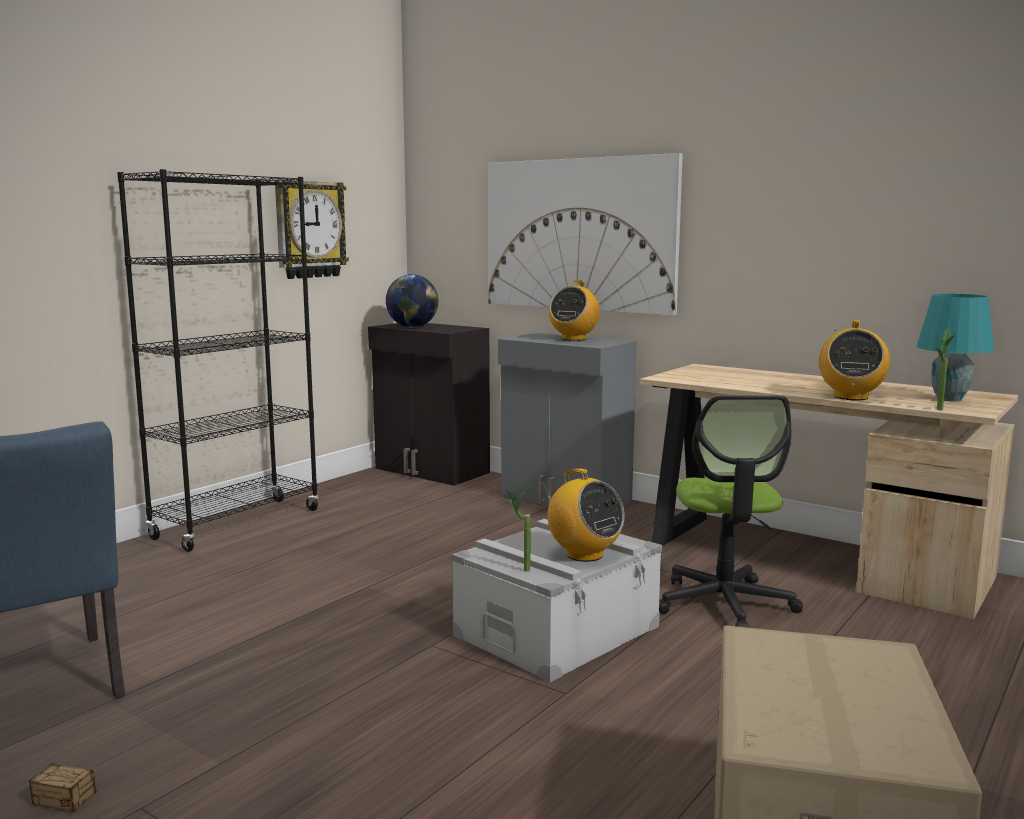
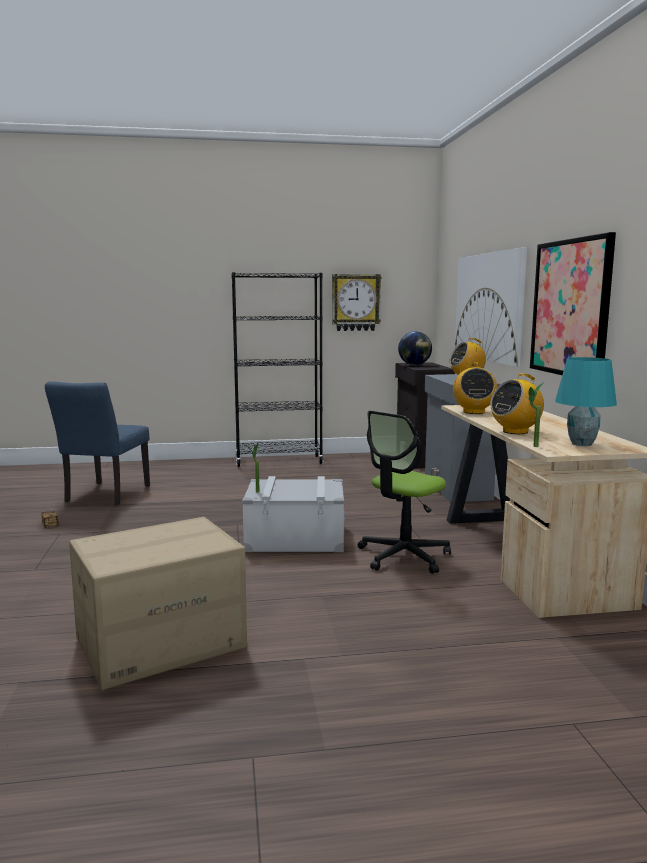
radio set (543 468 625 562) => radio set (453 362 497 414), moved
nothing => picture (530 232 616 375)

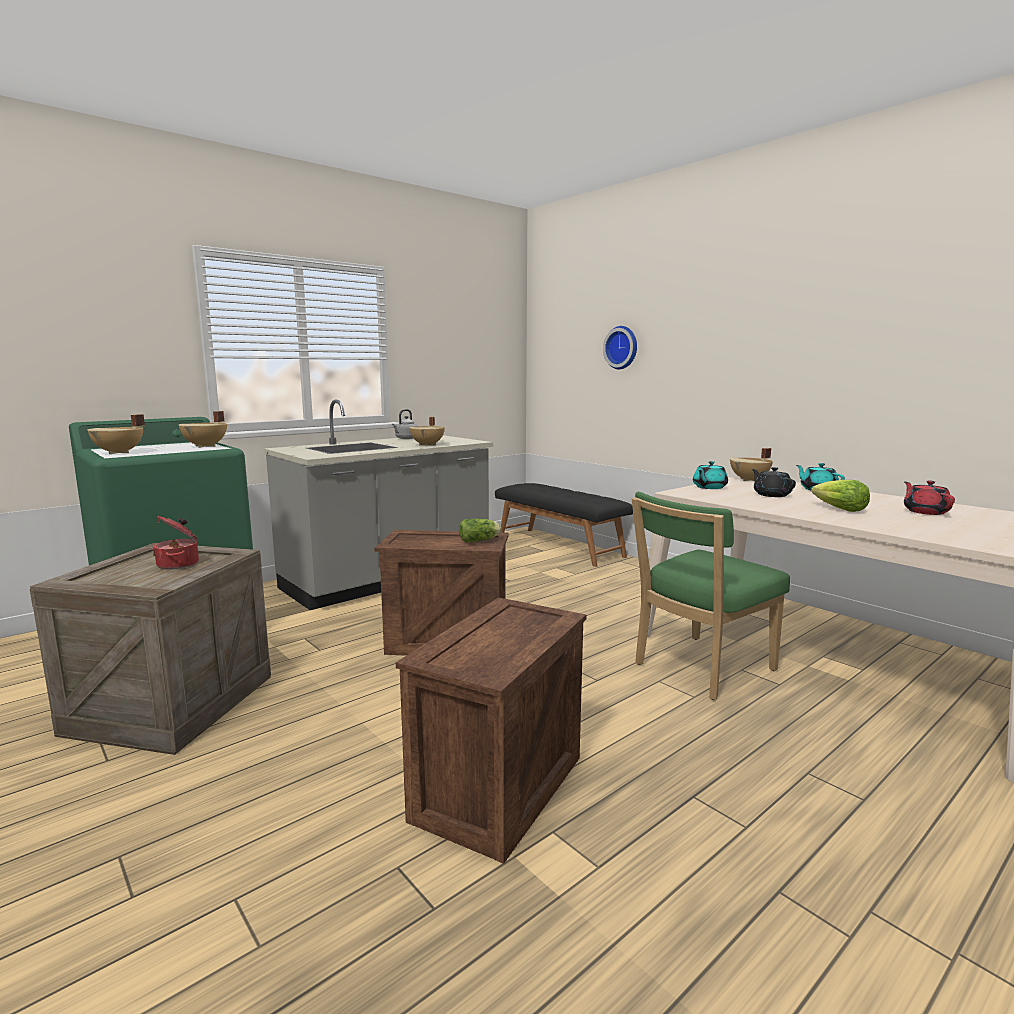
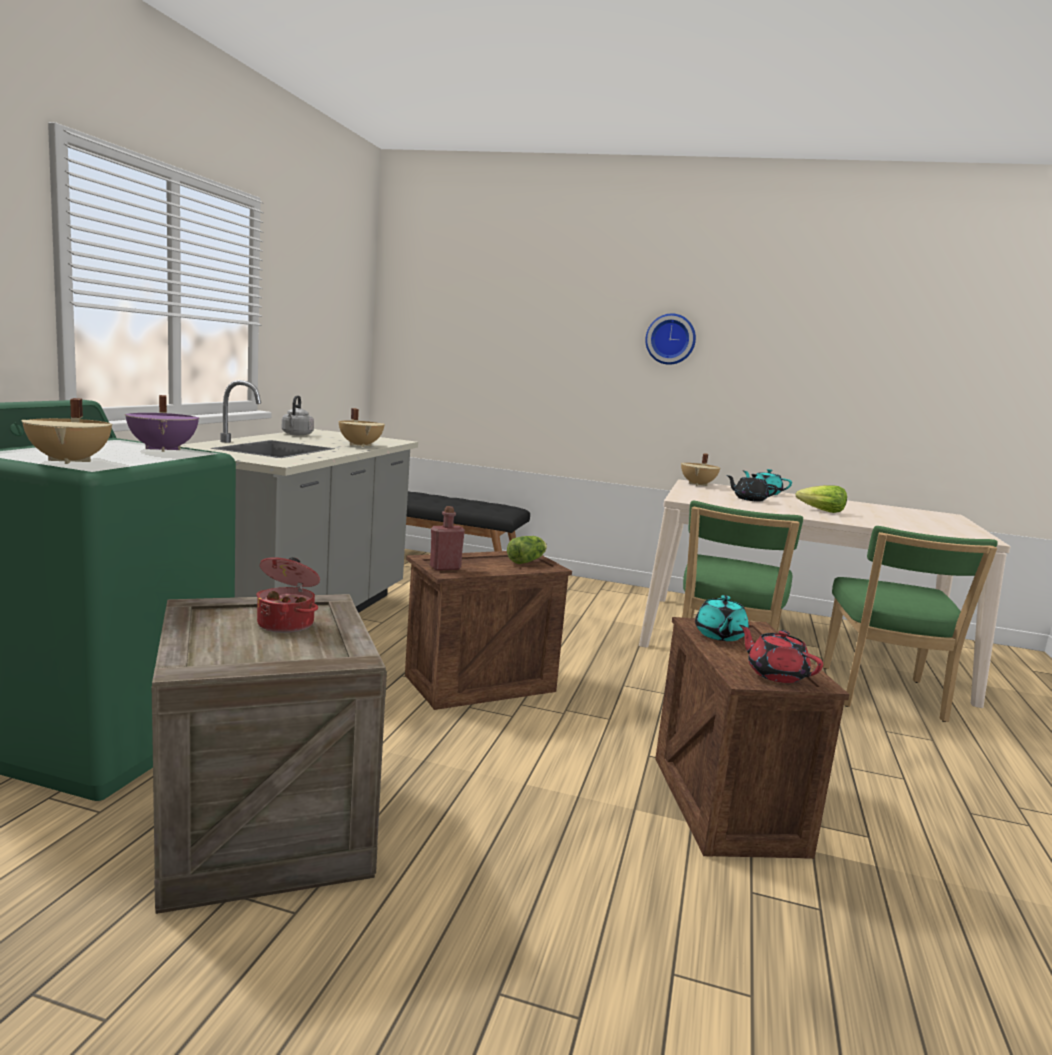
stockpot (sand-coloured) (179 411 227 448) => stockpot (purple-coloured) (125 395 199 452)
nothing => drink bottle (reddish) (430 506 465 571)
hanging clock (603 326 637 369) => hanging clock (645 314 696 365), moved
tea pot (turquoise-coloured) (693 461 728 489) => tea pot (turquoise-coloured) (695 595 749 641), moved
tea pot (reddish) (904 481 955 515) => tea pot (reddish) (739 625 823 683), moved
nothing => chair (greenish) (823 526 998 722)

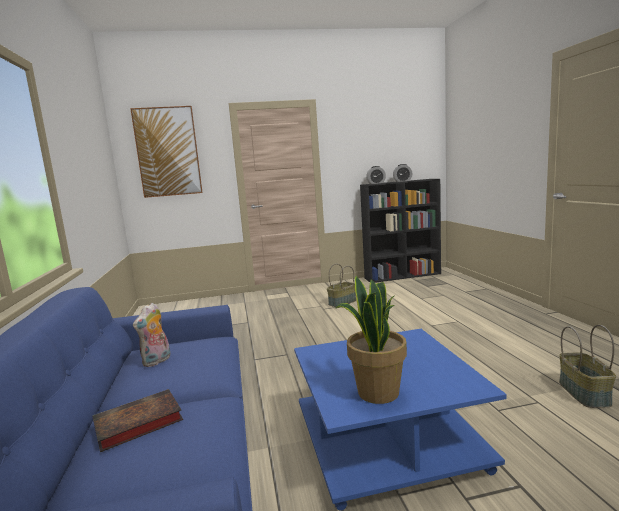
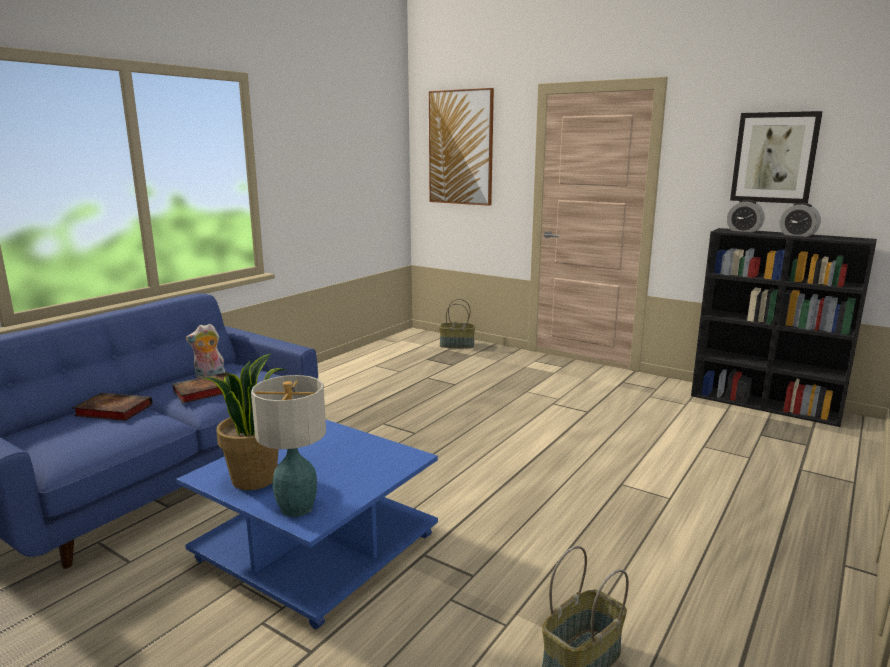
nothing => volume (172 372 229 403)
nothing => table lamp (251 375 326 517)
storage basket (327 264 356 307) => storage basket (439 299 475 349), moved
nothing => picture (730 111 823 204)

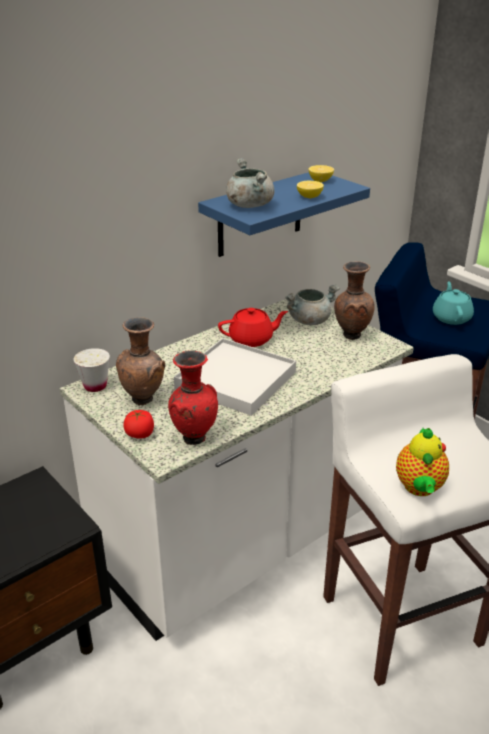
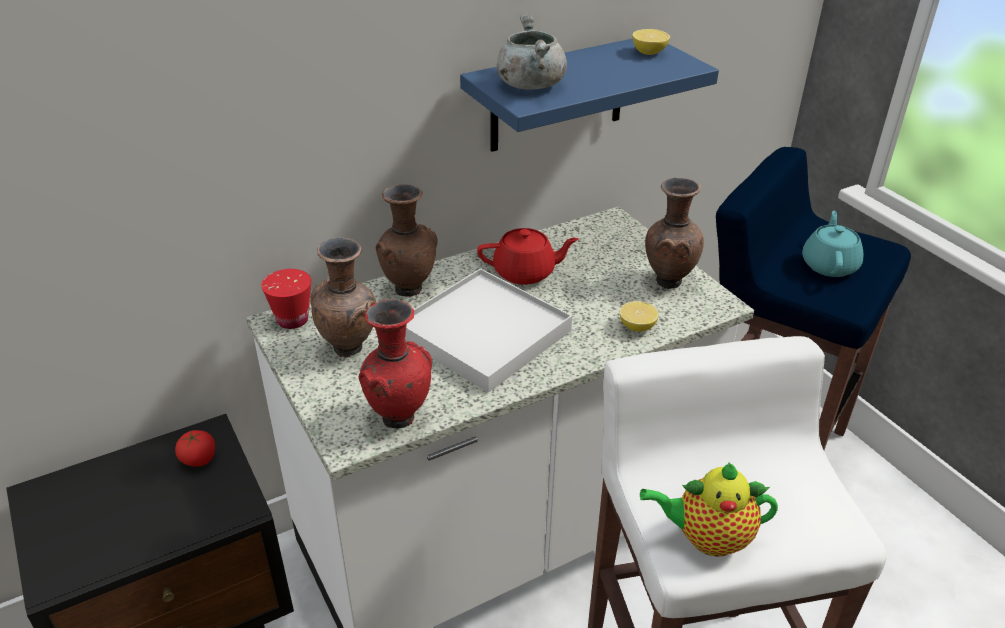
fresh tomato (123 410 154 438) => fresh tomato (175 430 215 467), moved
drinking cup (whitish) (73 348 110 392) => drinking cup (reddish) (261 269 311 329)
nothing => vase (brown-coloured) (376 184 437 297)
citrus fruit (297 181 324 198) => citrus fruit (619 301 659 332), moved
tea pot (396 428 449 496) => tea pot (640 462 778 557), 75 degrees clockwise
stockpot (gray) (285 284 340 325) => nothing

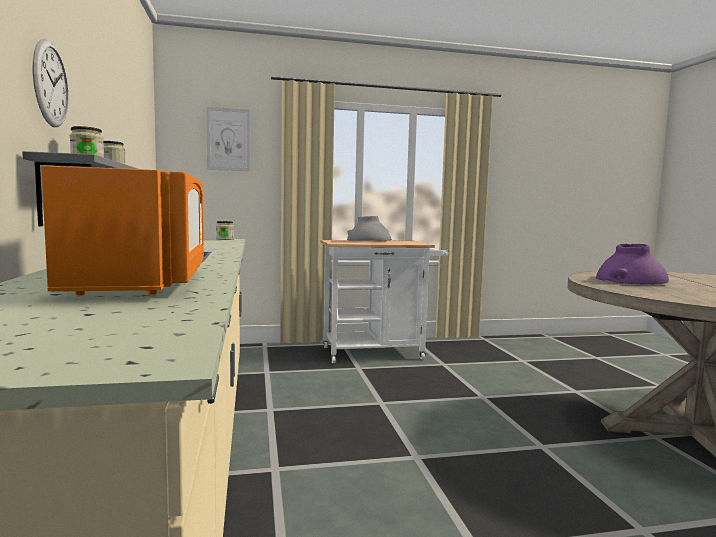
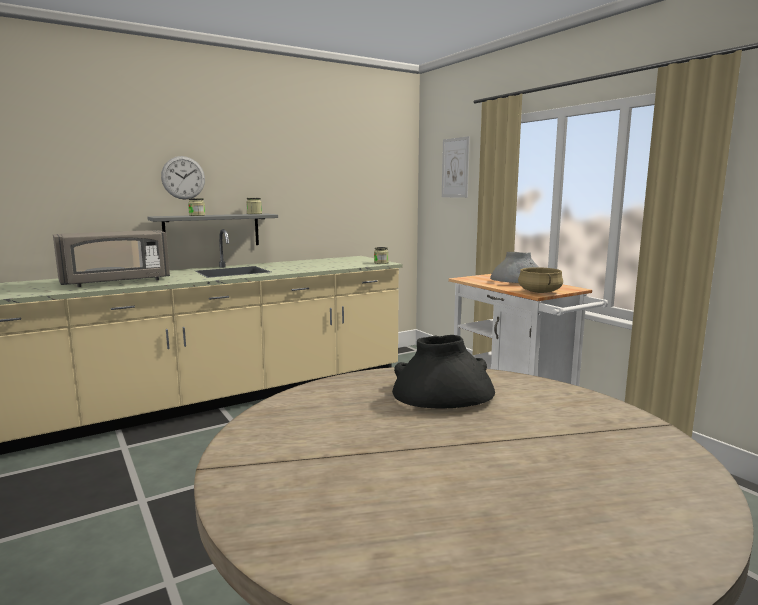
microwave (orange-coloured) (41 165 204 296) => microwave (gray) (53 230 170 287)
vase (purple-coloured) (596 244 669 285) => vase (blackish) (392 335 495 408)
nothing => stockpot (sand-coloured) (518 267 563 293)

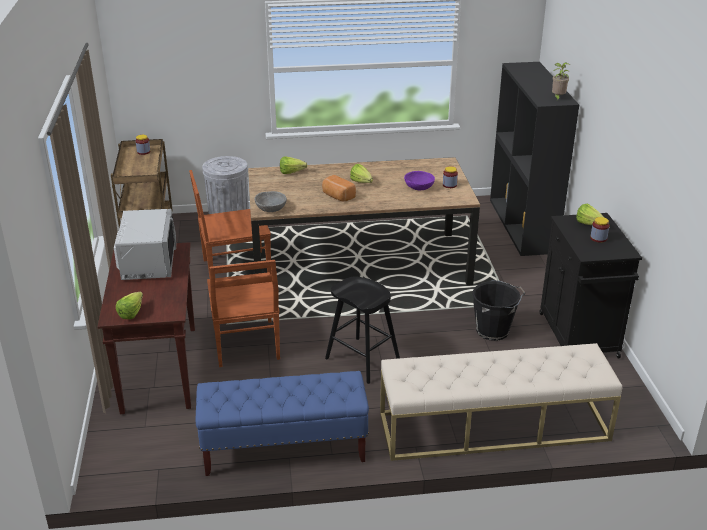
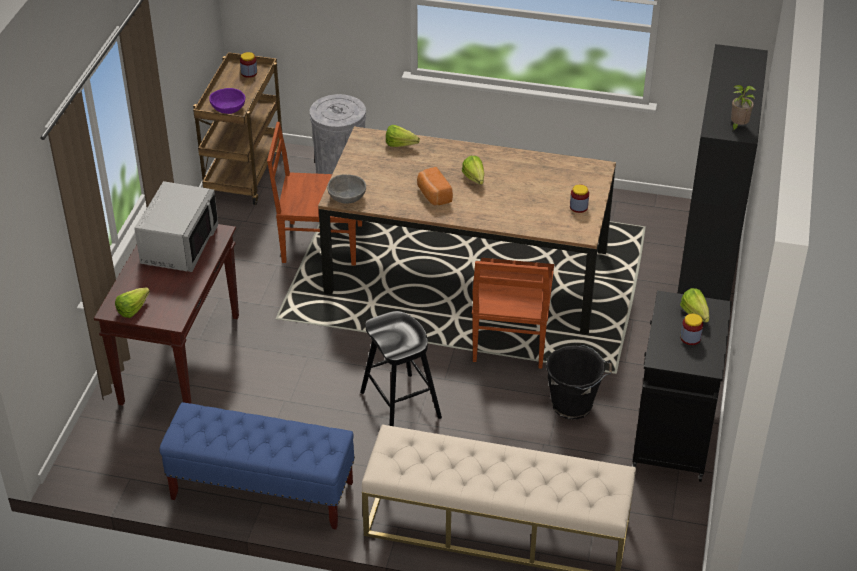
bowl (purple-coloured) (404 171 435 190) => bowl (purple-coloured) (209 88 245 114), moved
chair (brown-coloured) (207 260 280 367) => chair (brown-coloured) (472 258 554 369), moved

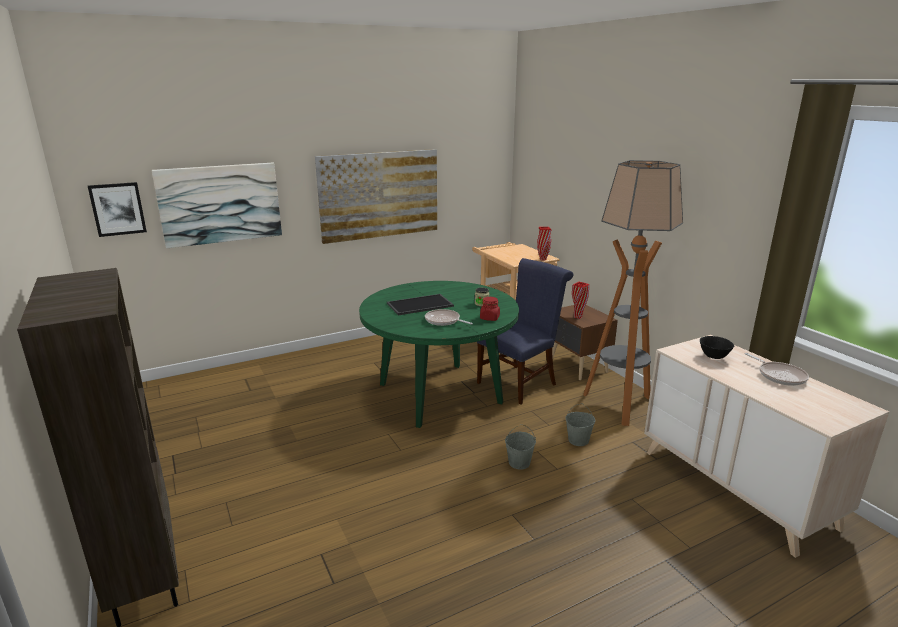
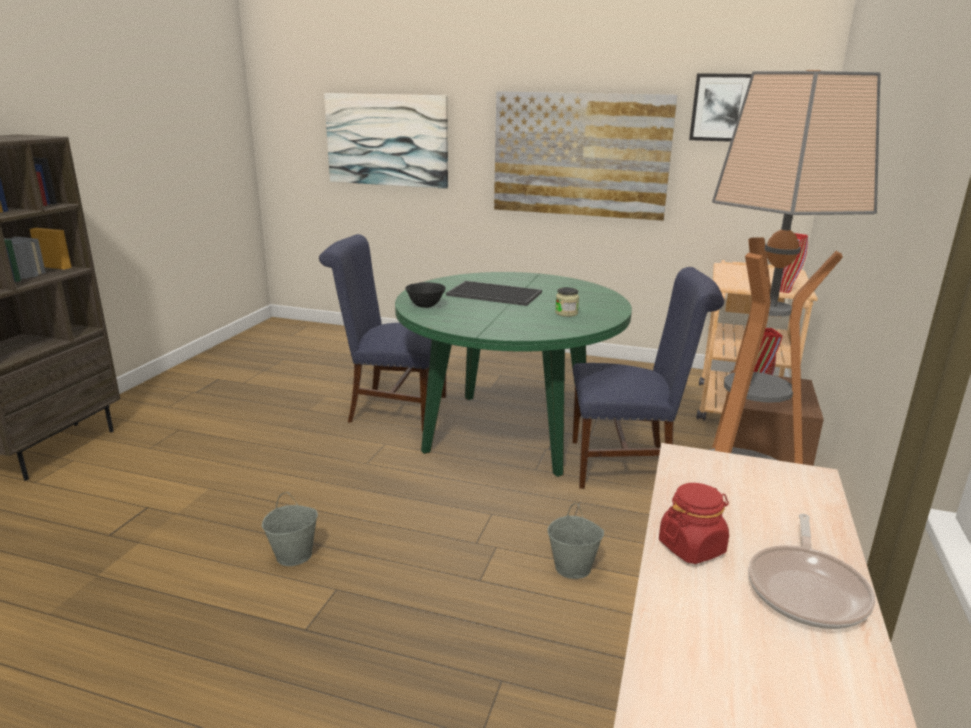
pail (gray) (505 424 536 470) => pail (gray) (262 492 318 566), moved
nothing => chair (blue-coloured) (319 234 446 431)
bowl (blackish) (700 336 734 359) => bowl (blackish) (405 282 446 308), moved
jar (reddish) (480 297 500 321) => jar (reddish) (659 483 729 564), moved
picture (88 182 147 237) => picture (689 73 752 142), moved
pan (425 309 473 326) => nothing

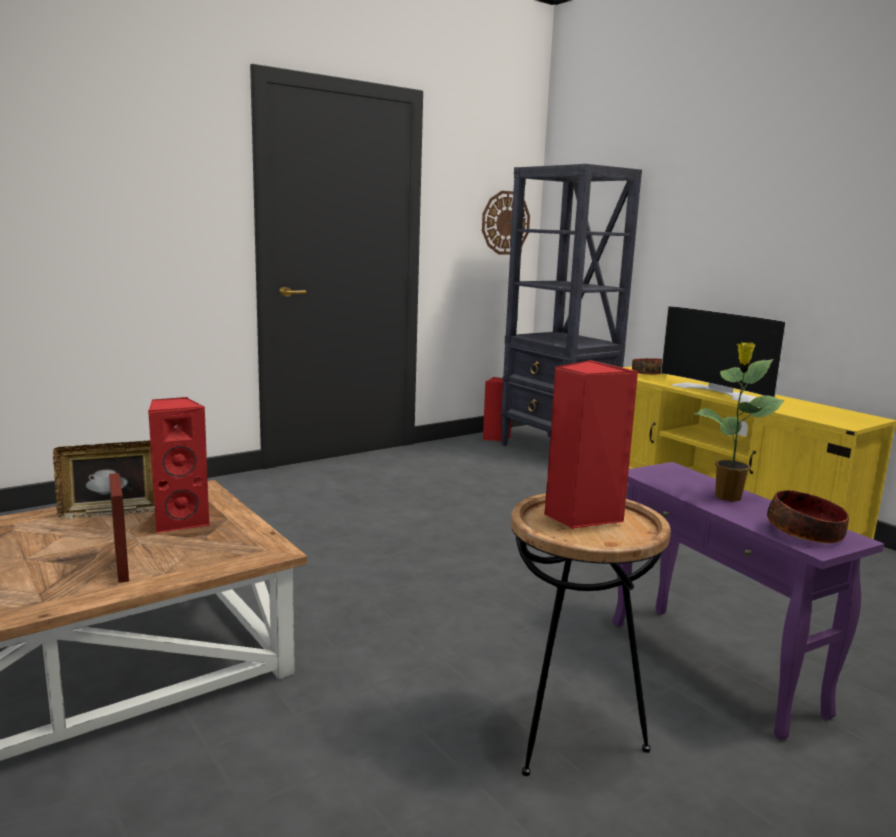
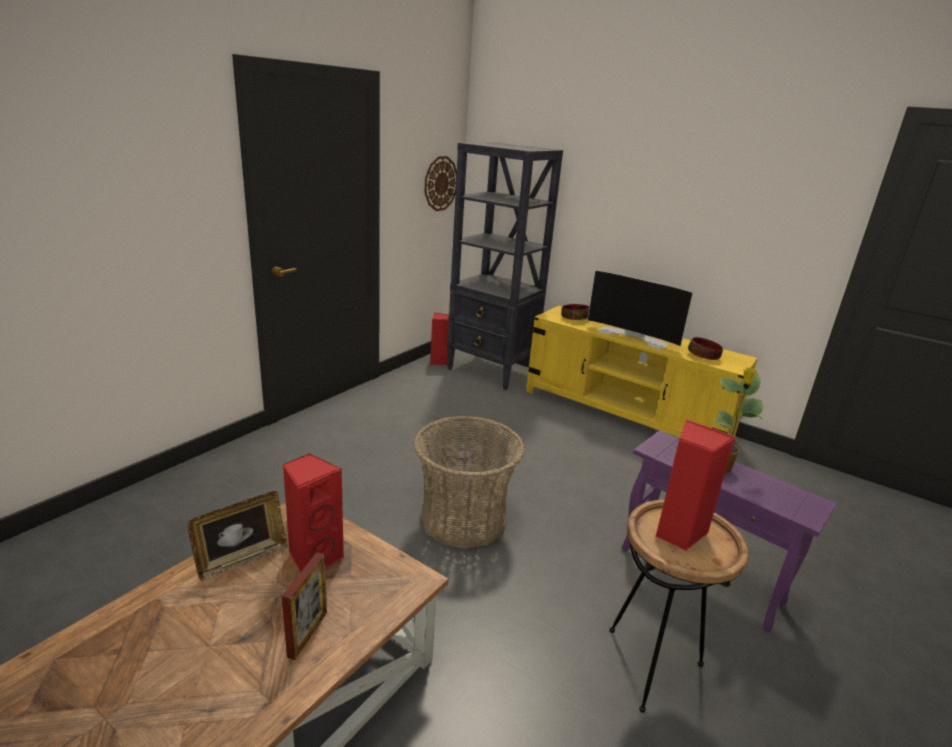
photo frame (109 473 129 583) => photo frame (282 552 327 660), 60 degrees clockwise
nothing => storage basket (413 416 525 549)
bowl (767 490 849 543) => bowl (688 337 723 360), moved

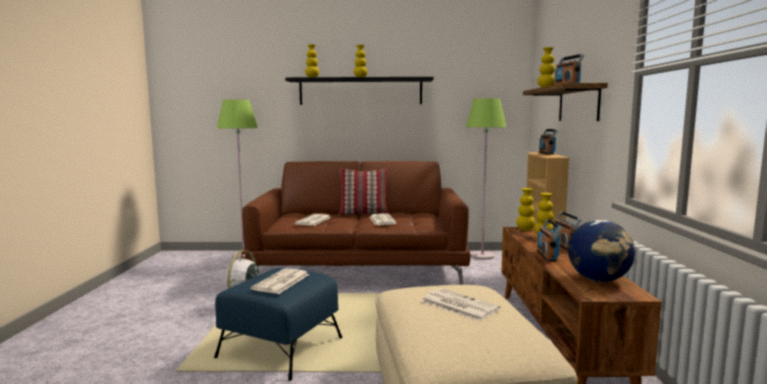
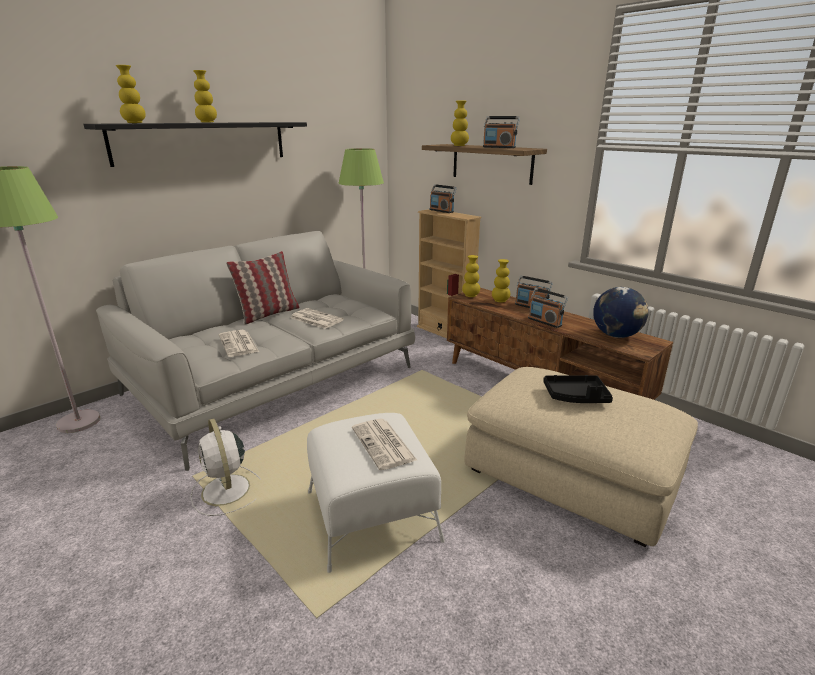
settee (brown-coloured) (241 161 470 285) => settee (gray) (96 231 415 471)
pouffe (blue-coloured) (214 268 343 381) => pouffe (whitish) (307 413 445 573)
daily paper (421 288 500 321) => carrying tray (blackish) (543 375 613 403)

